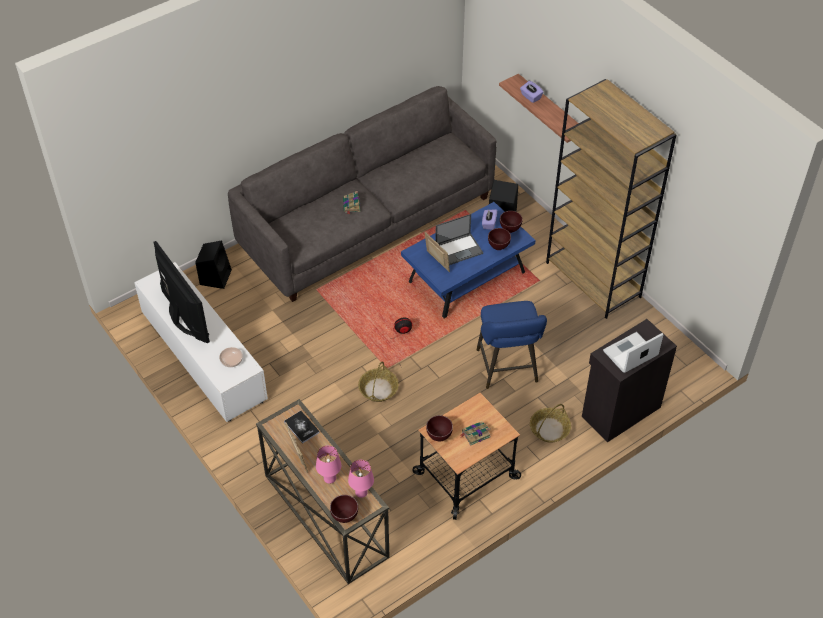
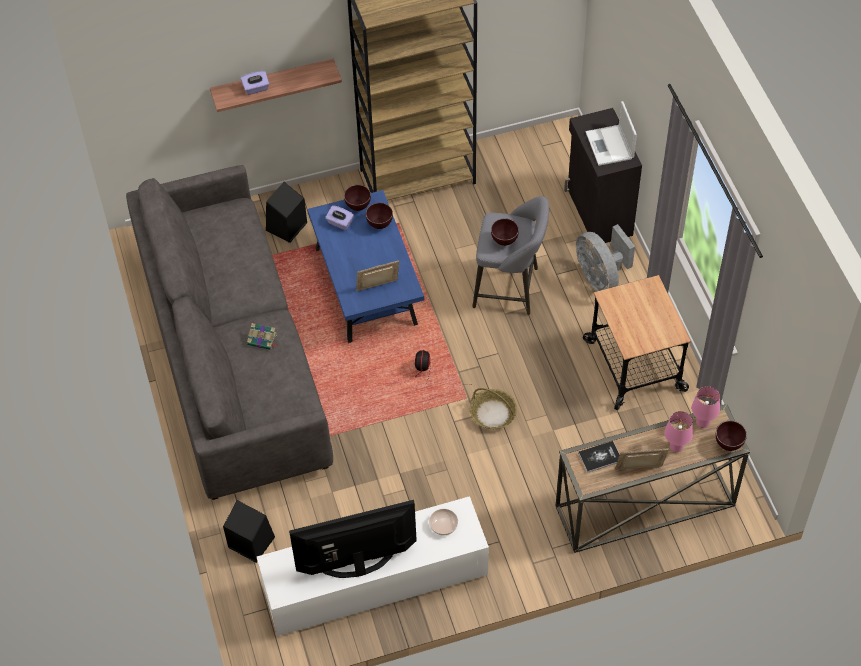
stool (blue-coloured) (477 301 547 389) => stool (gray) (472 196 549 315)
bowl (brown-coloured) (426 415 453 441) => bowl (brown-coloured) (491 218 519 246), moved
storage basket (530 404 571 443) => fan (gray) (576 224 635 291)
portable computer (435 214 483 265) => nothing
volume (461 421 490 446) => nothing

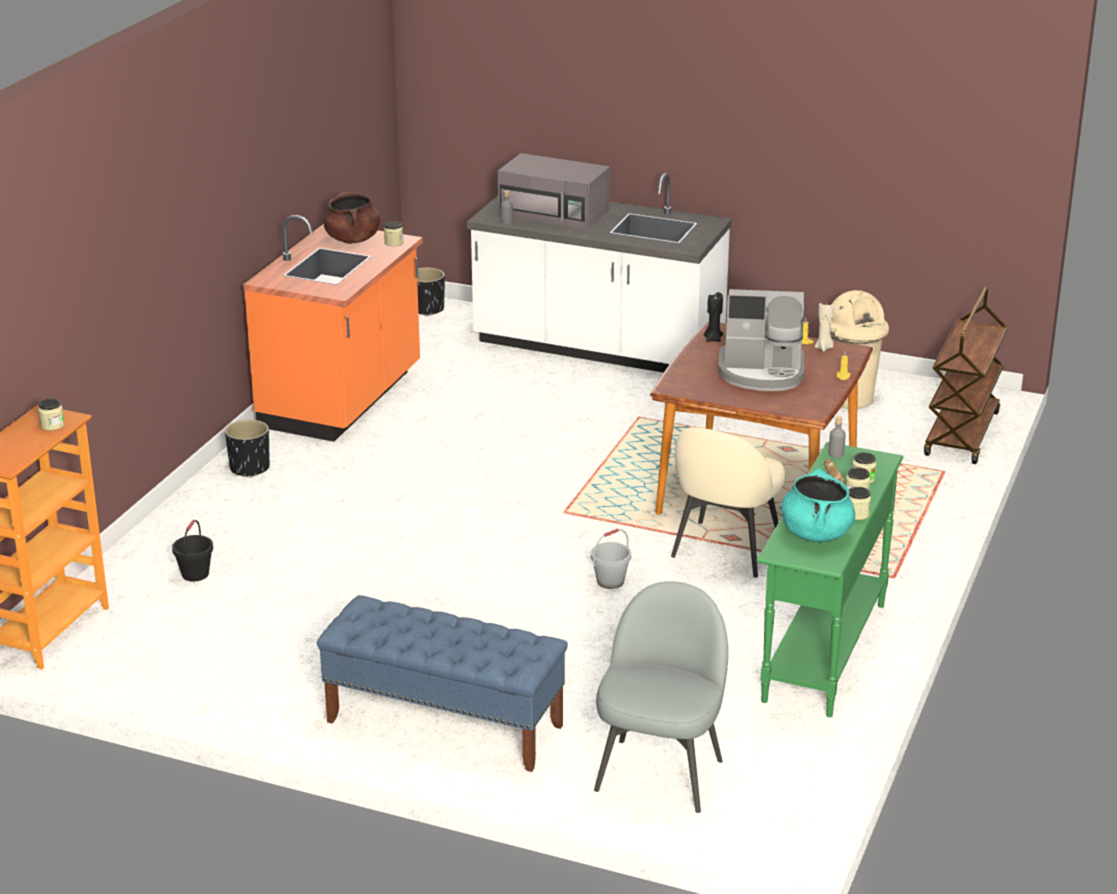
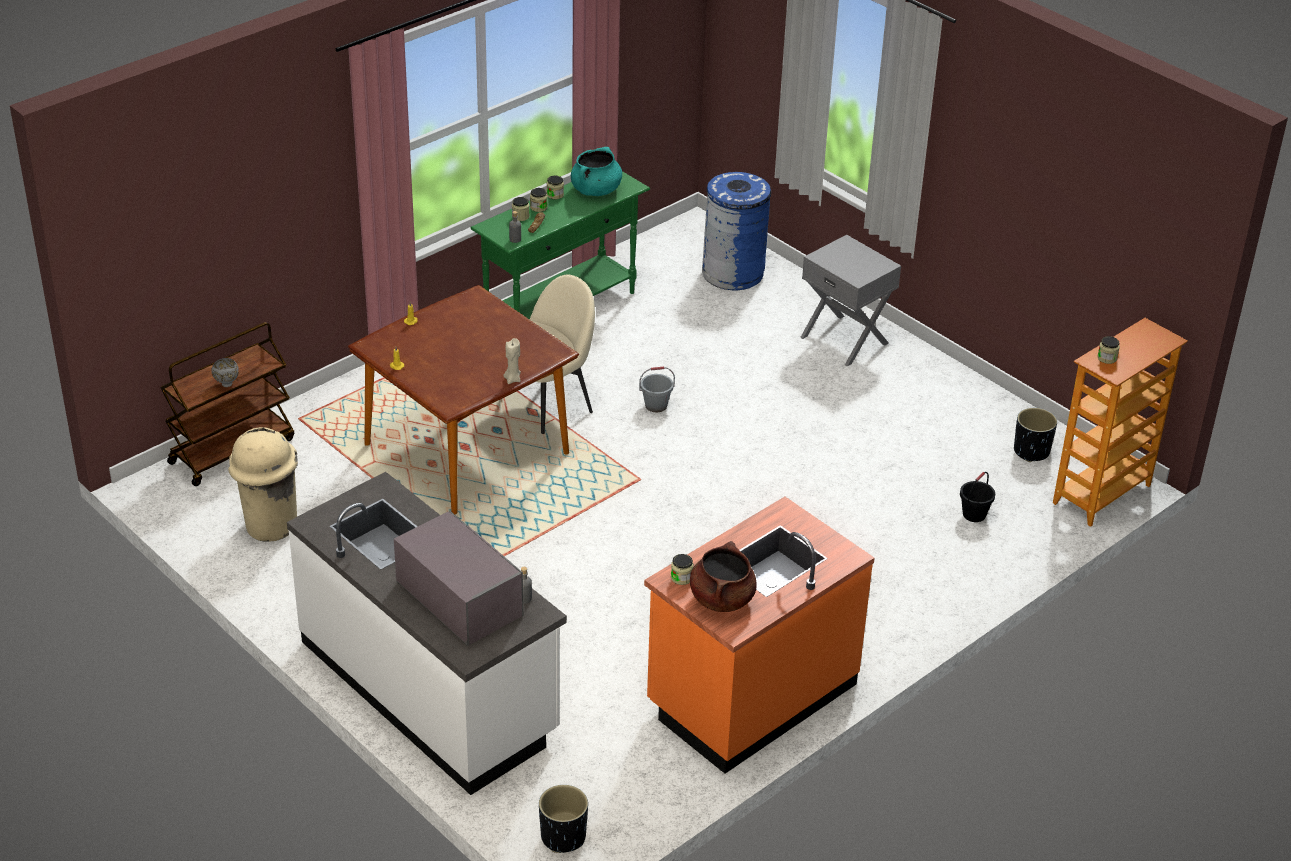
nothing => bowl (gray) (211 358 239 387)
candle (sand-coloured) (815 303 834 352) => candle (sand-coloured) (503 338 521 384), moved
chair (gray) (594 581 728 813) => rubbish bin (blue-coloured) (702 172 771 290)
long seat (blue-coloured) (317 595 568 772) => night table (gray) (800 235 901 366)
planter (blackish) (225 420 270 478) => planter (blackish) (1014 408 1057 462), moved
candle (blackish) (704 292 723 342) => nothing
coffee maker (718 289 804 391) => nothing

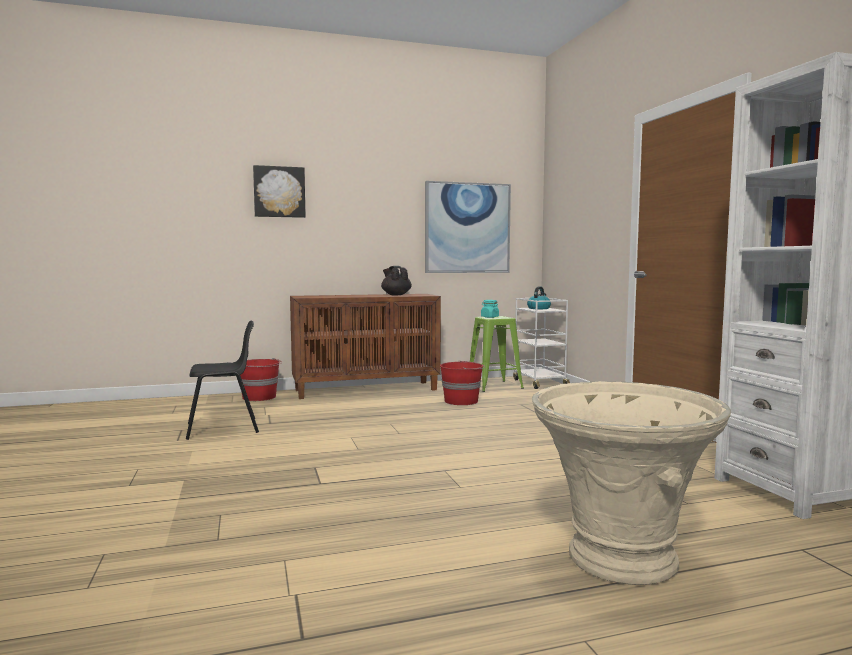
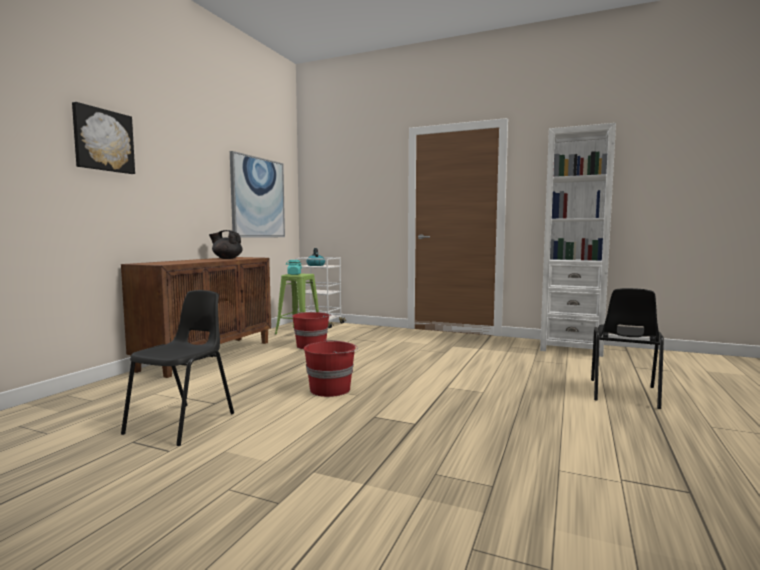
pail (reddish) (240 358 282 401) => pail (reddish) (304 340 358 397), moved
planter (sand-coloured) (532 381 731 585) => chair (blackish) (591 288 664 409)

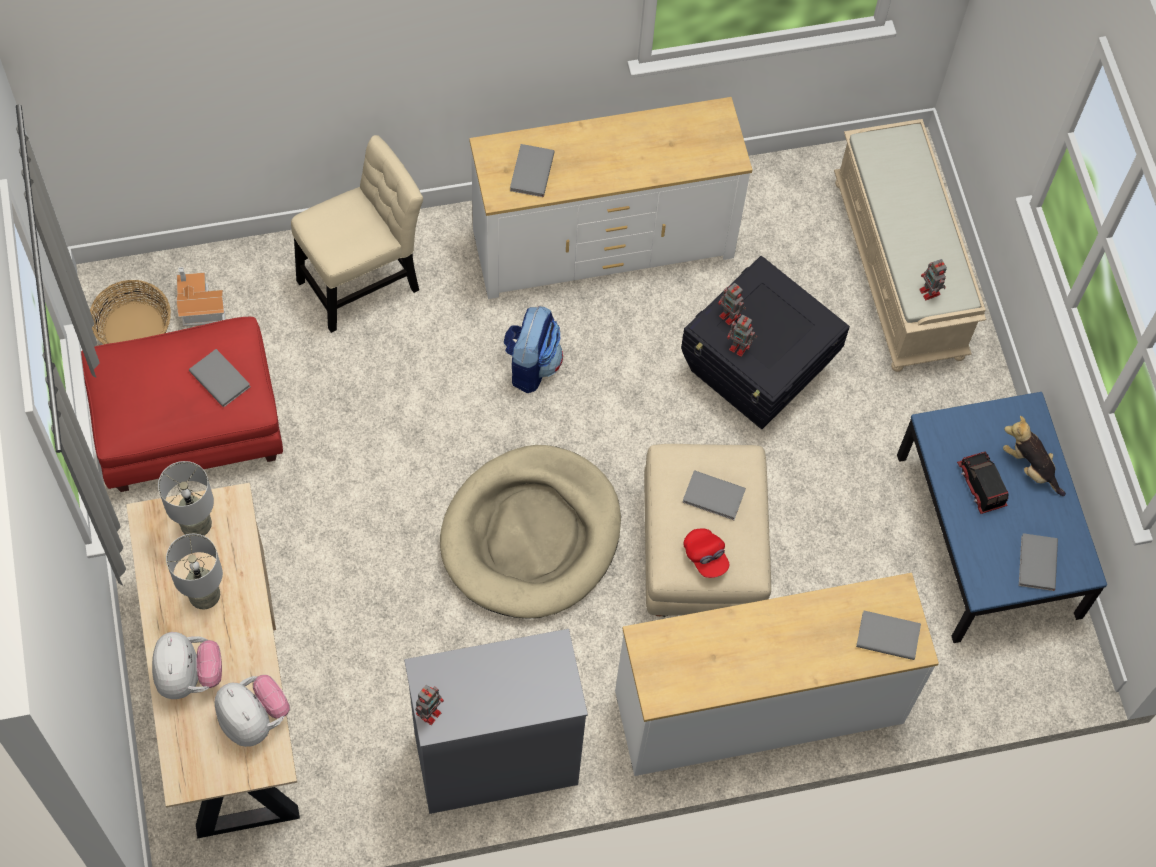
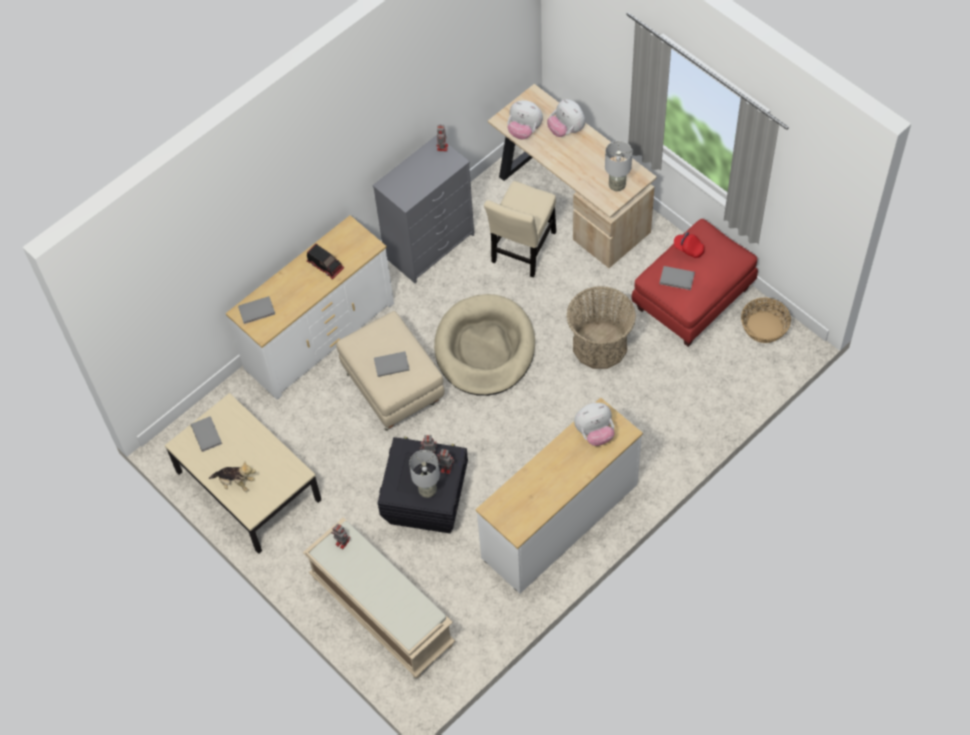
low table (blue-coloured) (897 392 1107 643) => low table (sand-coloured) (165 393 321 554)
toy lorry (957 451 1008 514) => toy lorry (307 244 345 280), moved
table lamp (gray) (166 534 223 609) => table lamp (gray) (409 450 440 498), moved
chair (sand-coloured) (291 135 423 333) => chair (sand-coloured) (484 181 556 278), moved
nothing => storage basket (567 286 636 369)
volume (gray) (510 144 555 197) => soft toy (574 403 615 446)
baseball cap (reddish) (684 528 729 578) => baseball cap (reddish) (674 232 705 258), moved
miniature house (177 267 225 326) => nothing
rucksack (504 306 563 393) => nothing

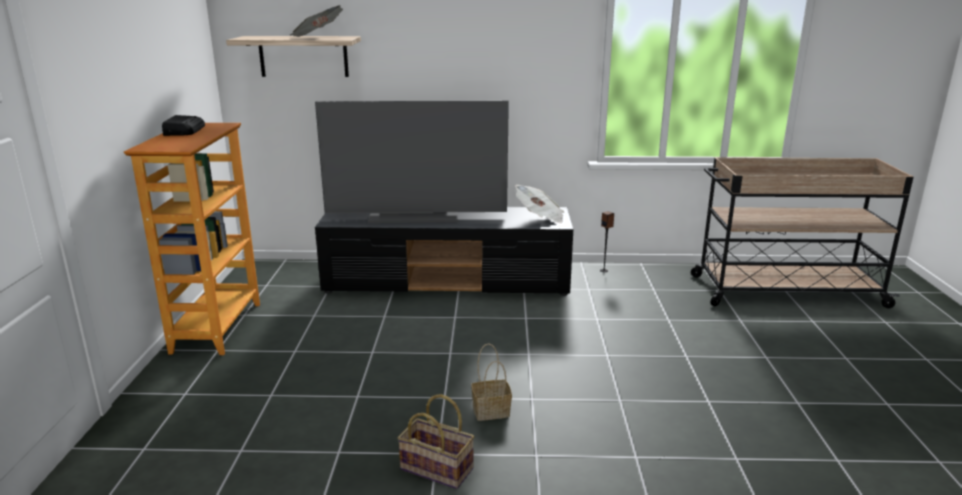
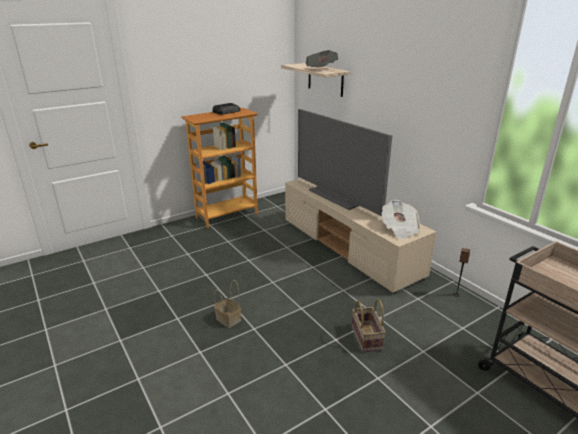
tv stand (blackish) (315 207 573 296) => tv stand (sand-coloured) (285 178 436 294)
storage basket (398 394 475 489) => storage basket (352 299 386 352), moved

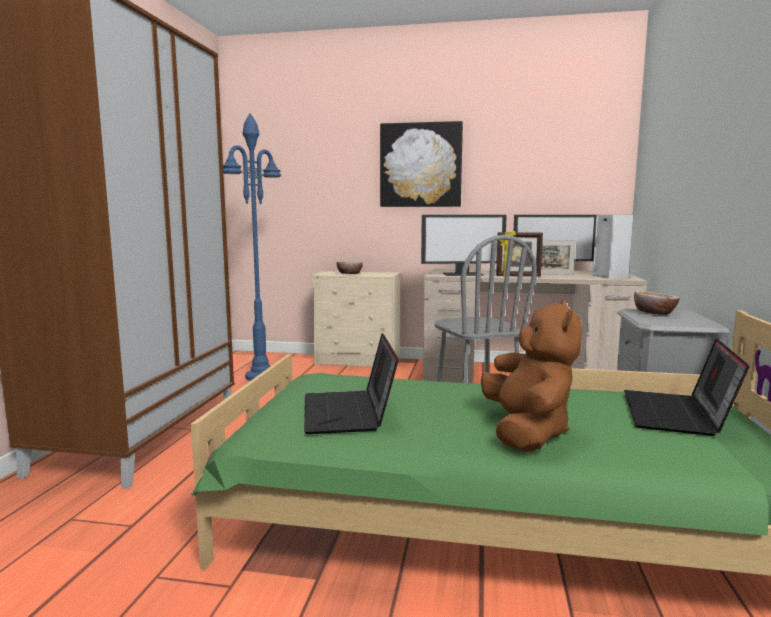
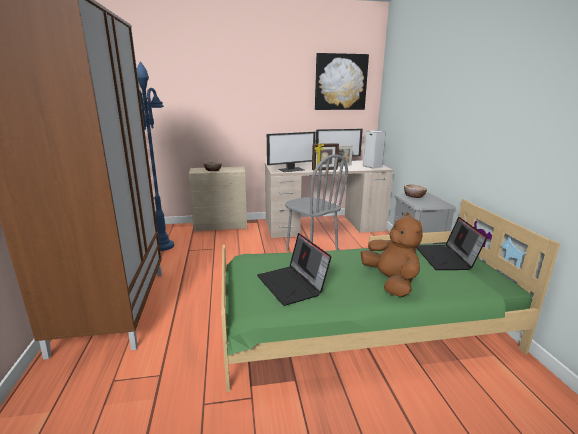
picture (380 121 463 207) => picture (315 53 369 110), moved

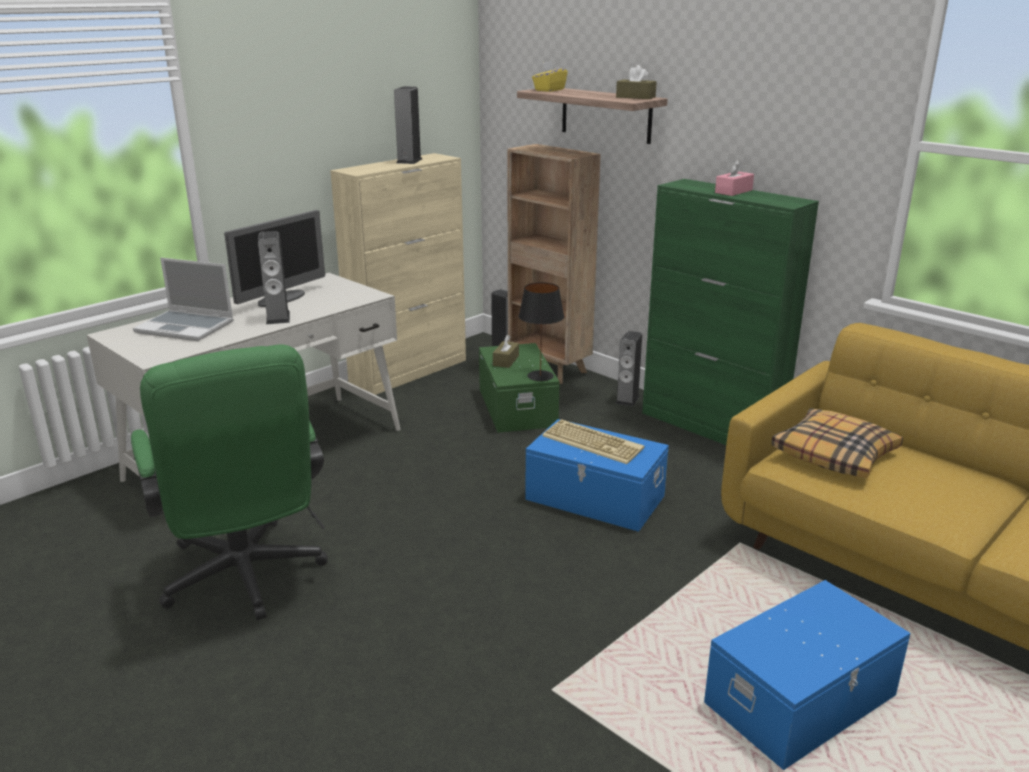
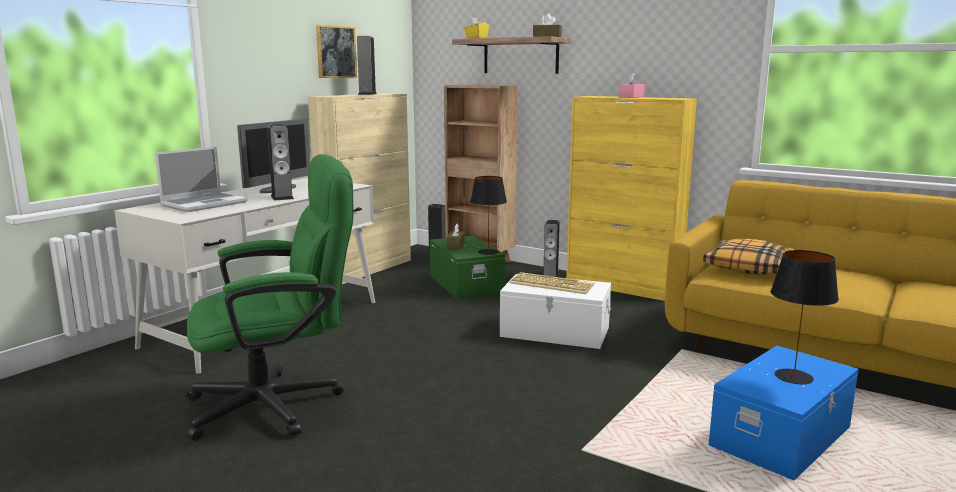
portable computer (133 258 234 341) => portable computer (155 147 248 212), 60 degrees counterclockwise
desk chair (greenish) (131 345 327 620) => desk chair (greenish) (186 154 353 441), 75 degrees counterclockwise
nothing => picture (316 25 357 78)
storage container (blue-coloured) (525 419 669 532) => storage container (whitish) (500 274 611 349)
cupboard (greenish) (642 179 819 445) => cupboard (yellow-coloured) (566 96 697 301)
nothing => table lamp (blackish) (771 250 839 384)

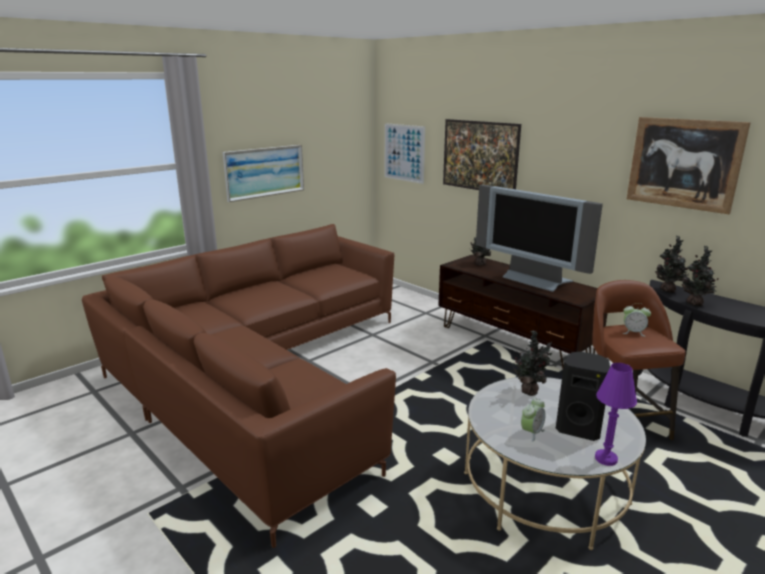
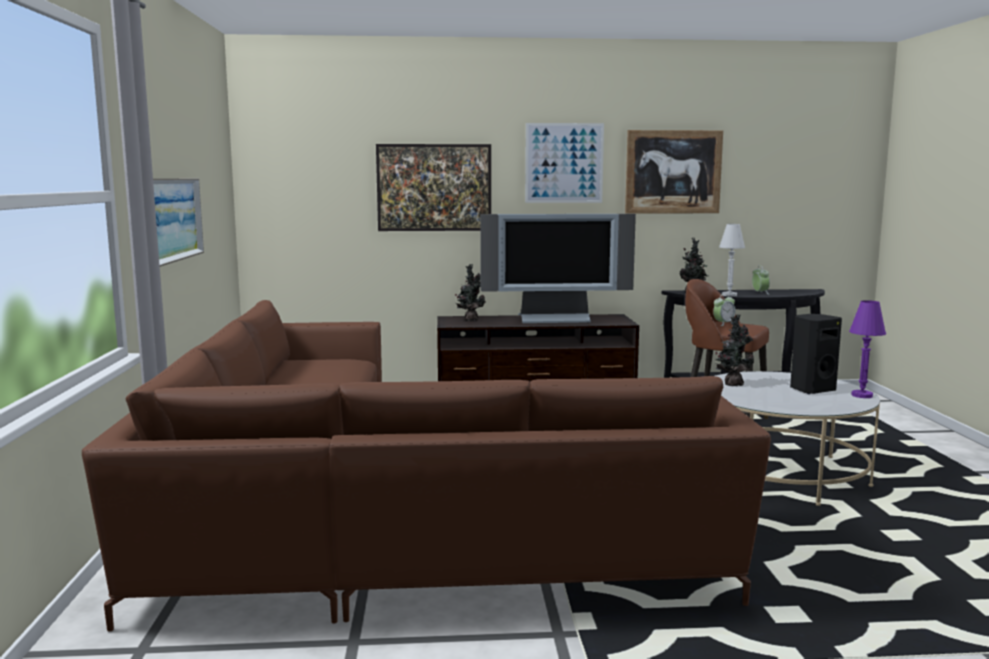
picture (385 123 425 184) => picture (525 123 604 203), moved
plant in a pot (681 246 718 306) => table lamp (whitish) (719 224 745 297)
alarm clock (521 397 545 442) => alarm clock (752 266 770 295), moved

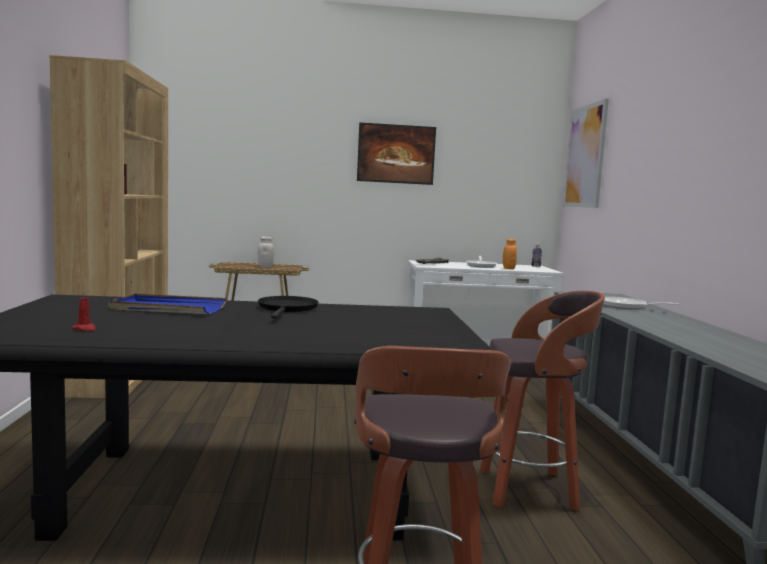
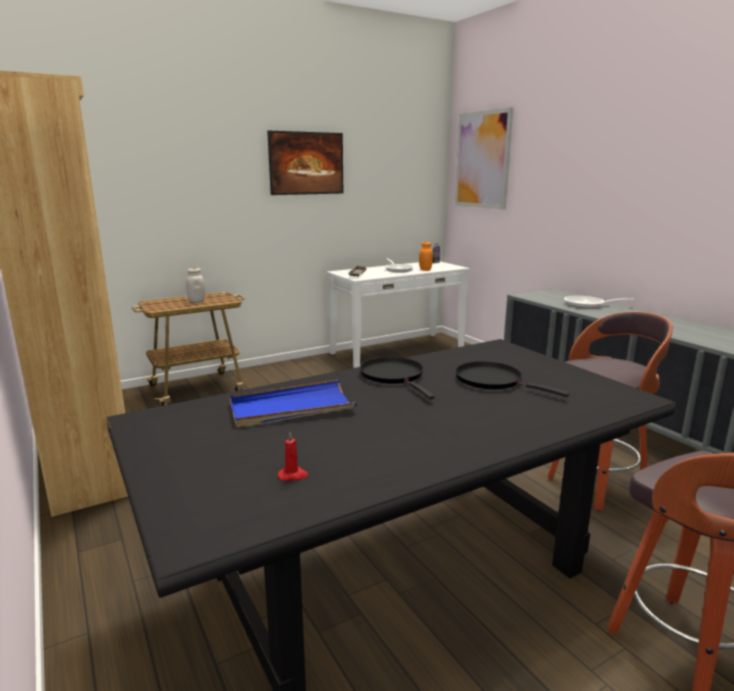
nothing => pan (blackish) (455 361 569 397)

